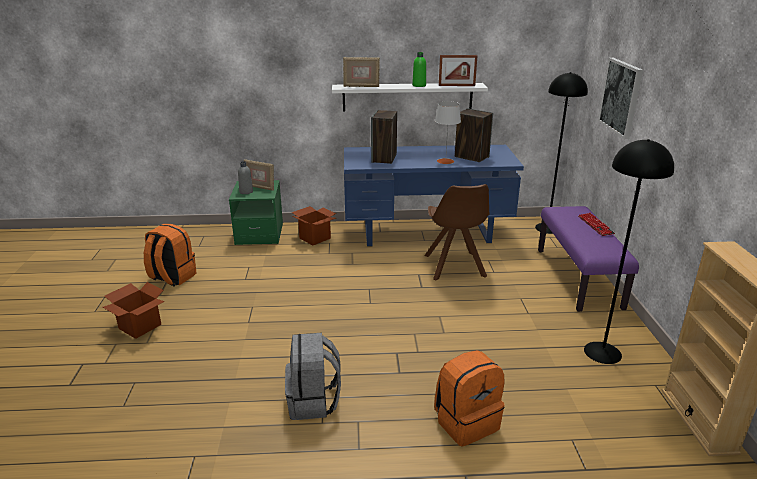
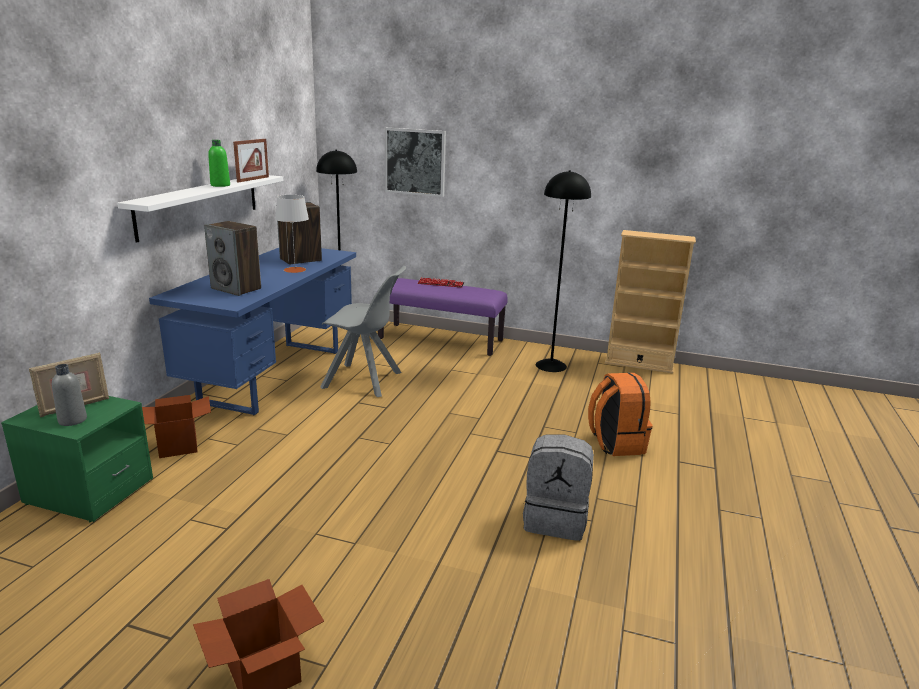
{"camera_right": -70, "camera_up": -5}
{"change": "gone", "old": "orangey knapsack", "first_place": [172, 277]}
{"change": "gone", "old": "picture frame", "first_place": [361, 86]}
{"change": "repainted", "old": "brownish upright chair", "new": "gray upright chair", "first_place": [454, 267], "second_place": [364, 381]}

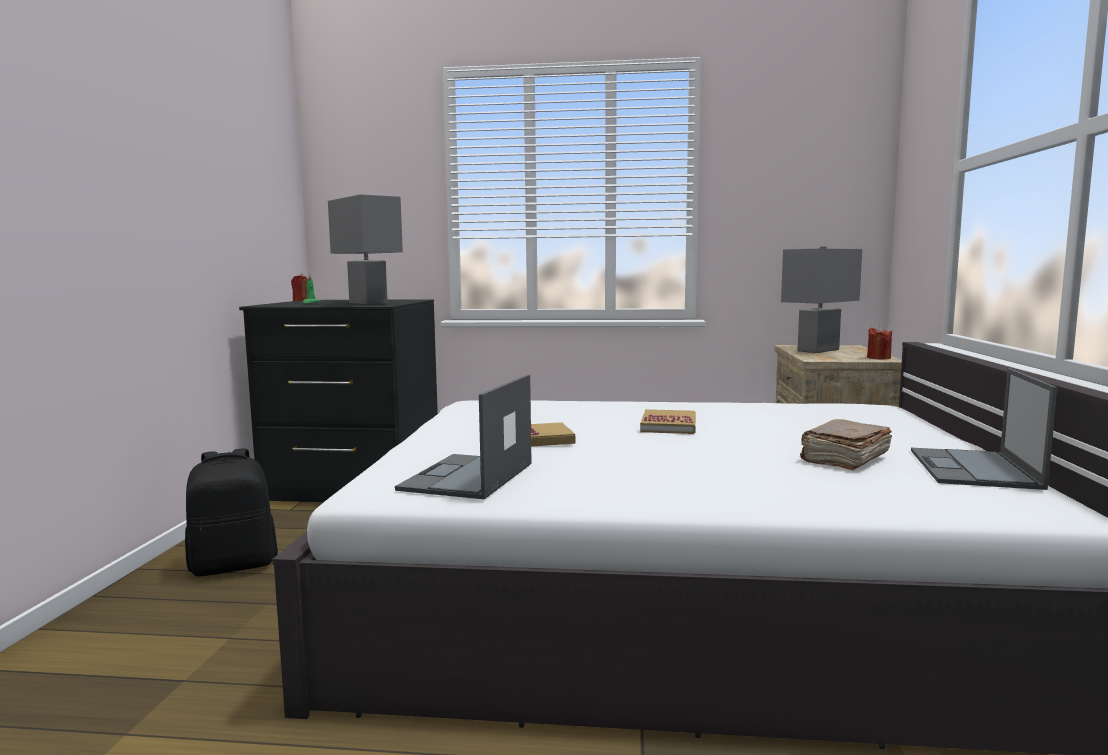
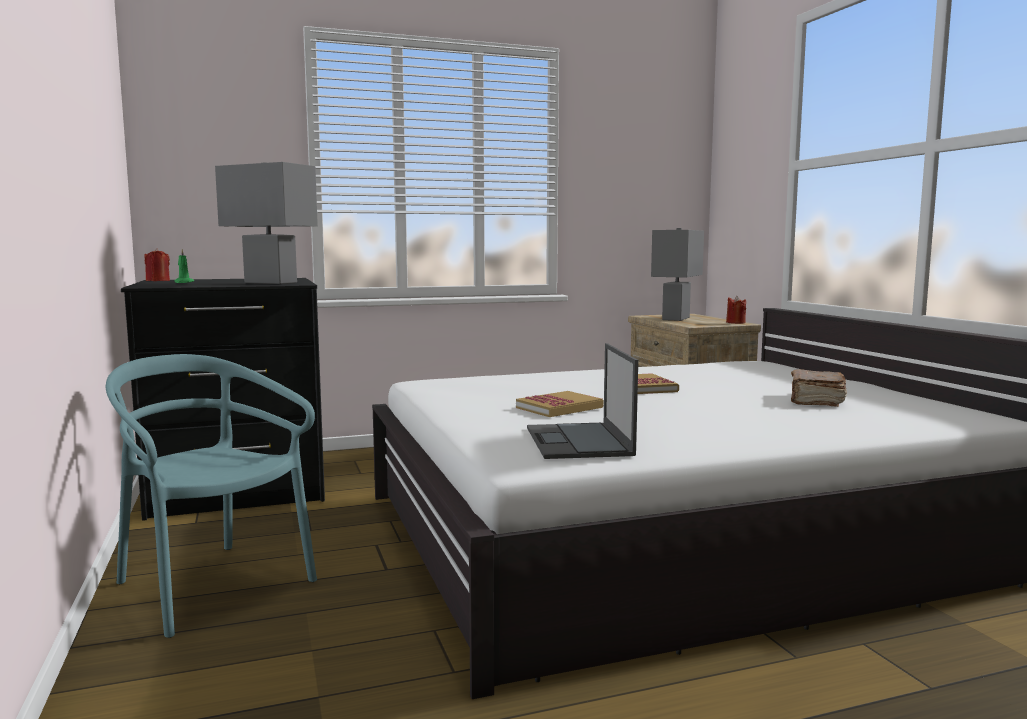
{"camera_right": -25, "camera_up": 0}
{"change": "swapped", "old": "black-coloured knapsack", "new": "blue-green upright chair", "first_place": [234, 565], "second_place": [212, 585]}
{"change": "gone", "old": "portable computer", "first_place": [974, 469]}

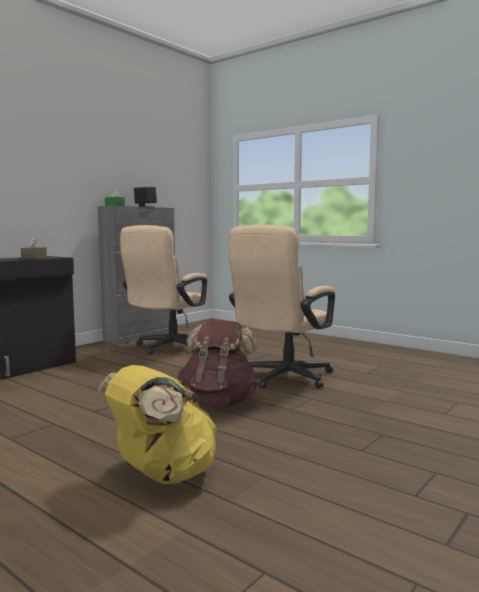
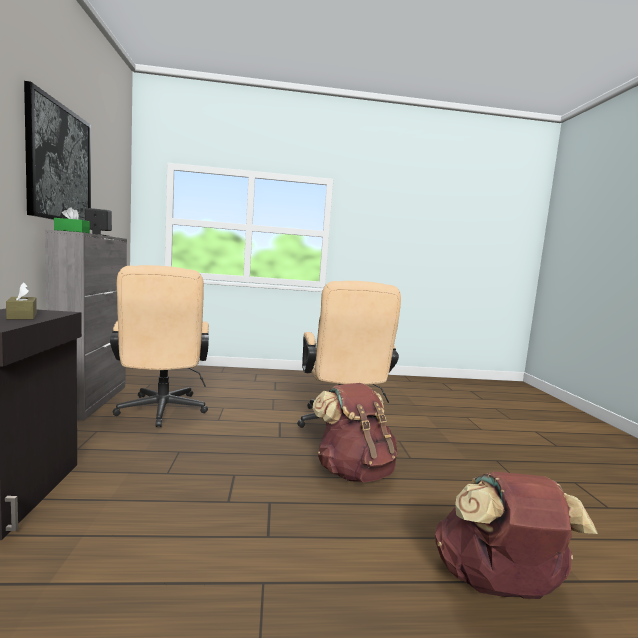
{"camera_right": -45, "camera_up": 0}
{"change": "repainted", "old": "yellow knapsack", "new": "brownish knapsack", "first_place": [162, 475], "second_place": [498, 586]}
{"change": "new", "new": "picture", "second_place": [59, 164]}

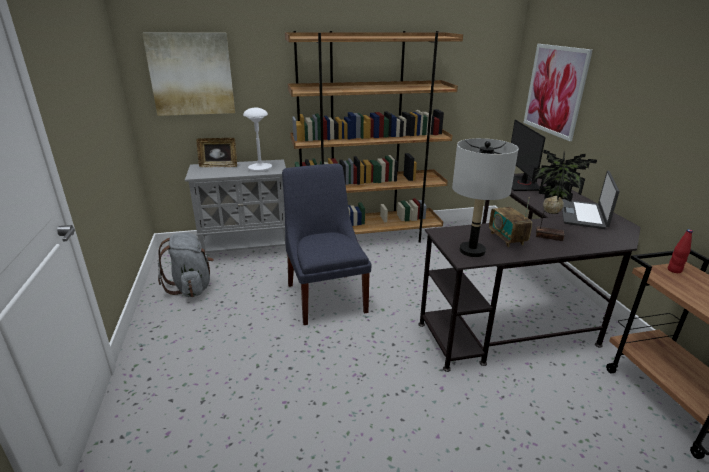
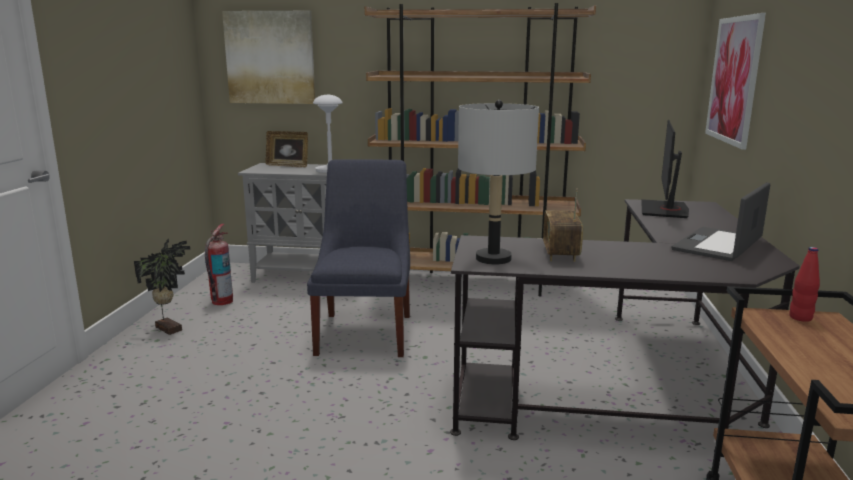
{"camera_right": 20, "camera_up": -10}
{"change": "swapped", "old": "gray knapsack", "new": "extinguisher", "first_place": [191, 287], "second_place": [221, 301]}
{"change": "shifted", "old": "houseplant", "first_place": [548, 235], "second_place": [170, 328]}

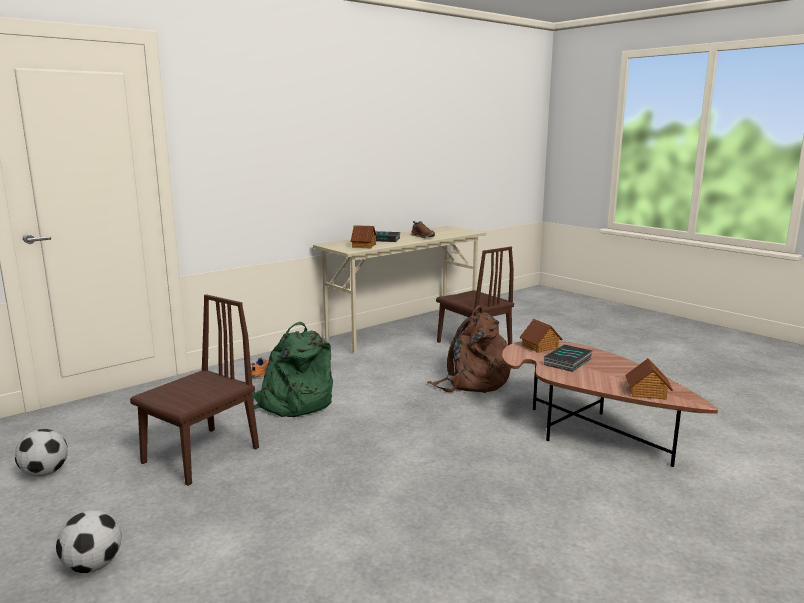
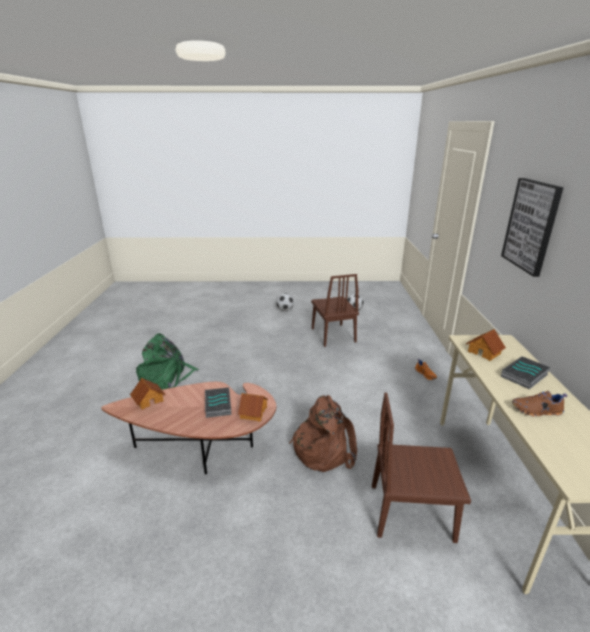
{"camera_right": 130, "camera_up": 10}
{"change": "shifted", "old": "green-coloured knapsack", "first_place": [293, 403], "second_place": [167, 379]}
{"change": "new", "new": "picture", "second_place": [531, 225]}

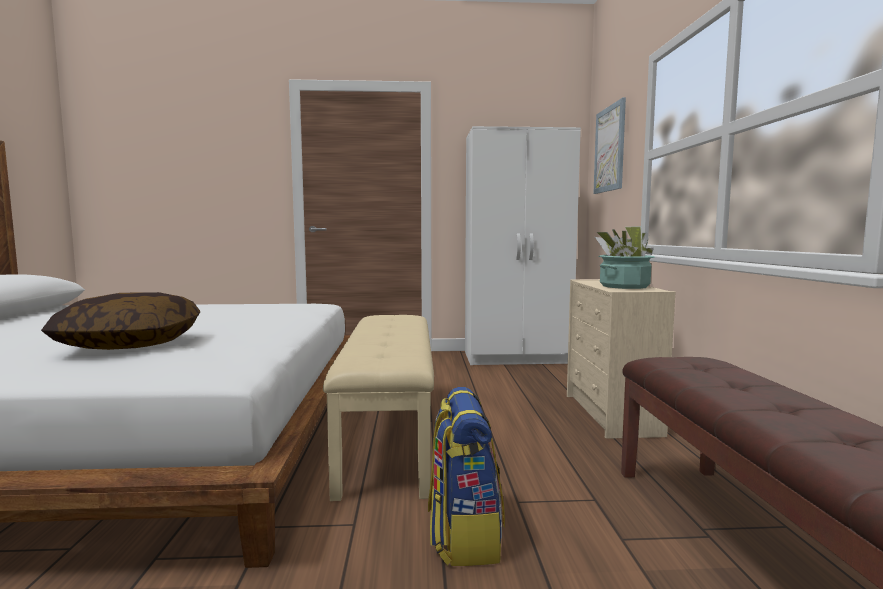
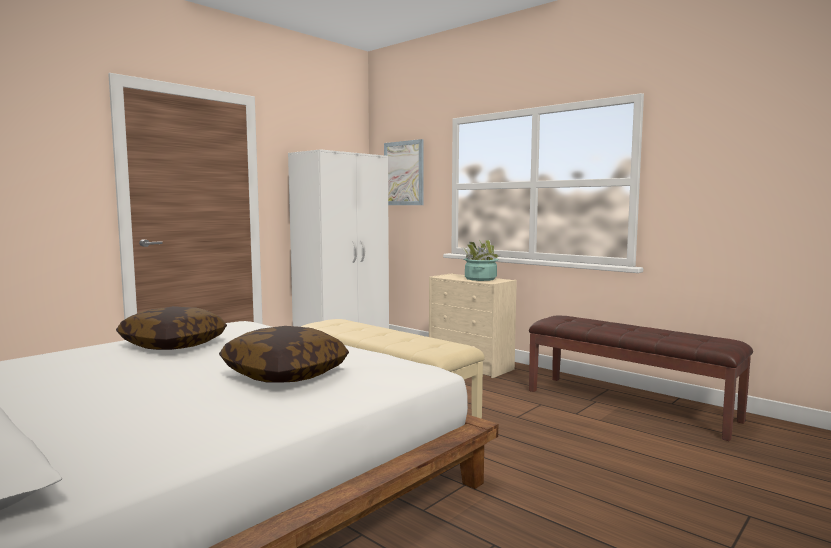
{"camera_right": -45, "camera_up": 0}
{"change": "gone", "old": "knapsack", "first_place": [463, 535]}
{"change": "new", "new": "pillow", "second_place": [173, 345]}

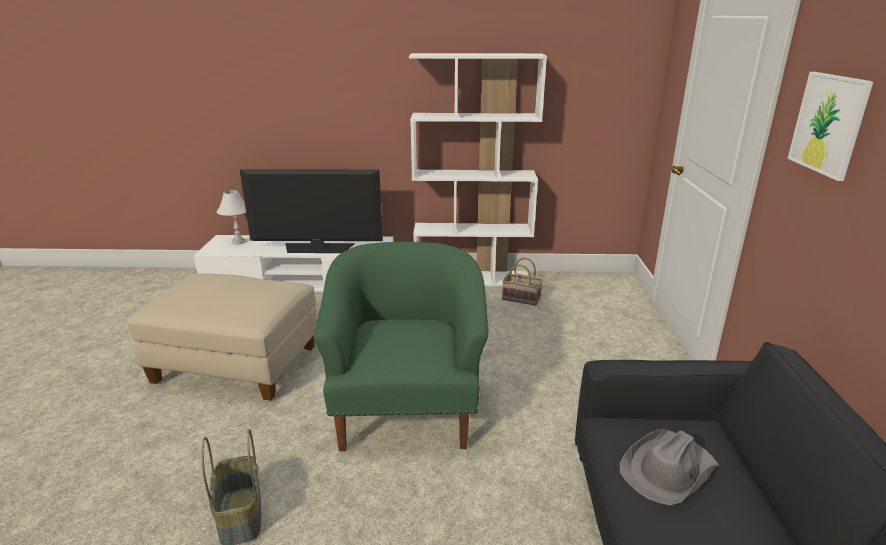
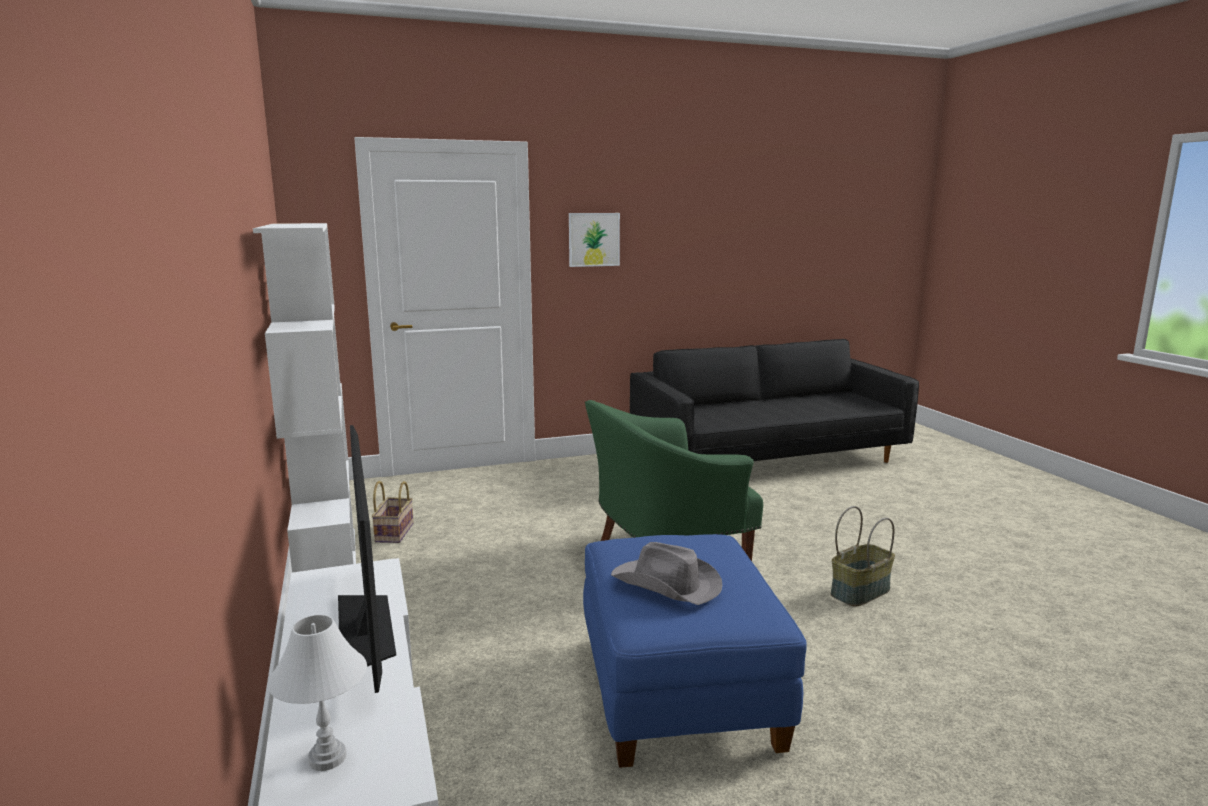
{"camera_right": -110, "camera_up": -10}
{"change": "repainted", "old": "sand-coloured pouffe", "new": "blue pouffe", "first_place": [237, 365], "second_place": [677, 691]}
{"change": "shifted", "old": "gray hat", "first_place": [668, 470], "second_place": [667, 584]}

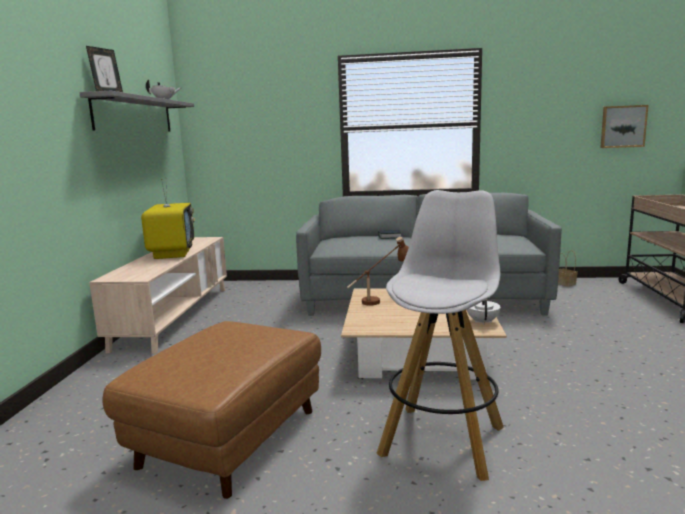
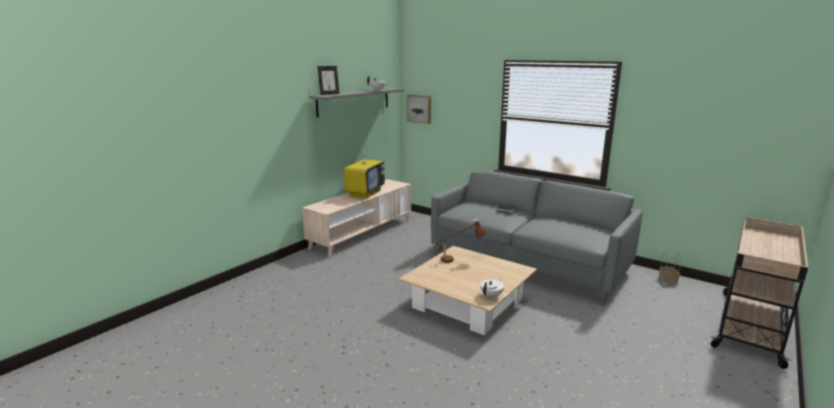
{"camera_right": 30, "camera_up": 5}
{"change": "gone", "old": "brownish pouffe", "first_place": [229, 437]}
{"change": "gone", "old": "white-coloured sitting stool", "first_place": [443, 439]}
{"change": "shifted", "old": "picture", "first_place": [622, 126], "second_place": [419, 109]}

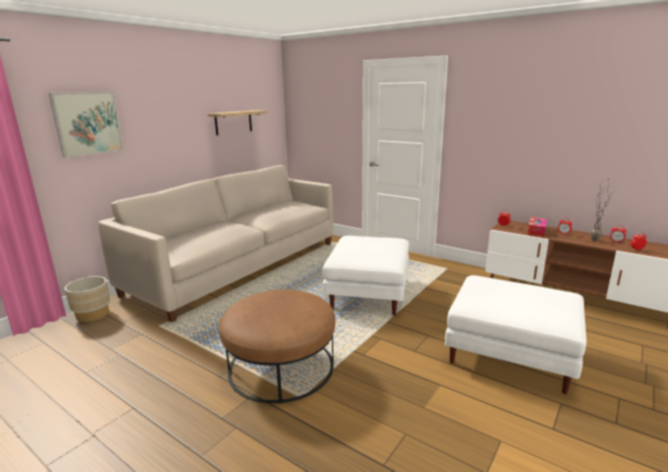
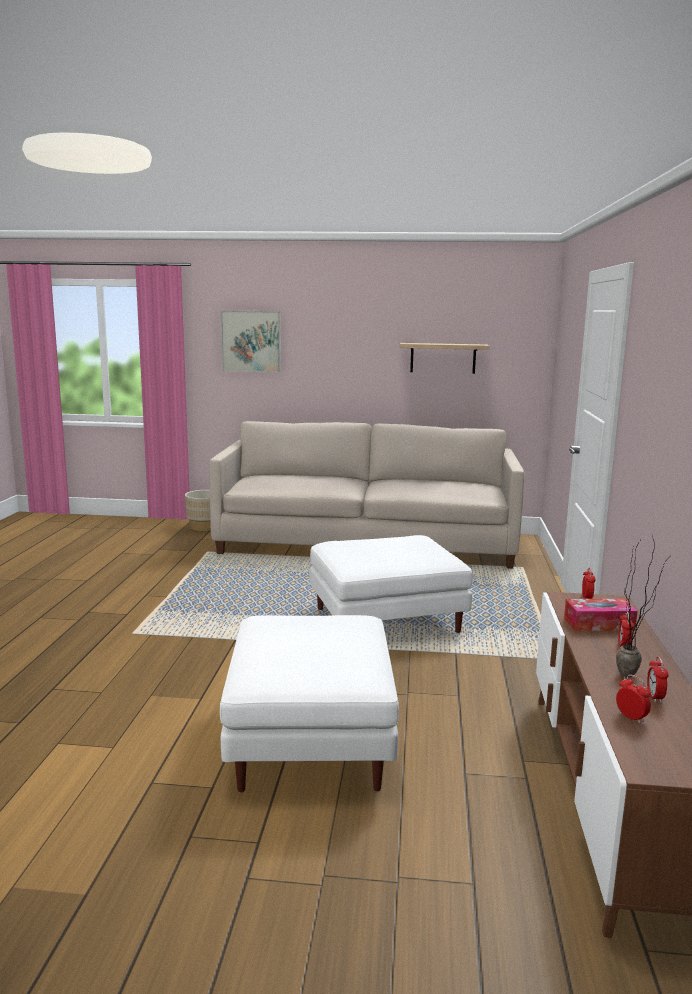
{"camera_right": 60, "camera_up": -5}
{"change": "gone", "old": "brownish pouffe", "first_place": [281, 366]}

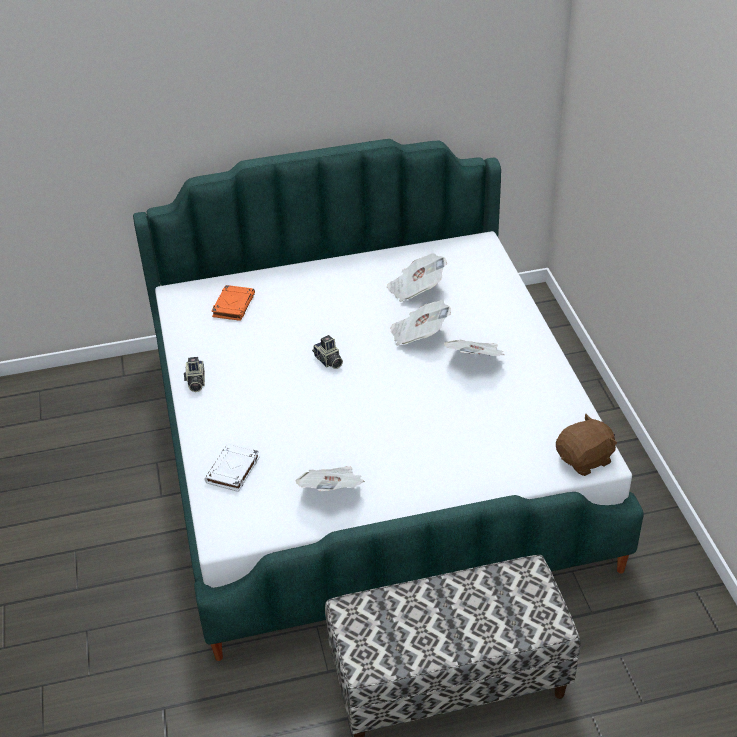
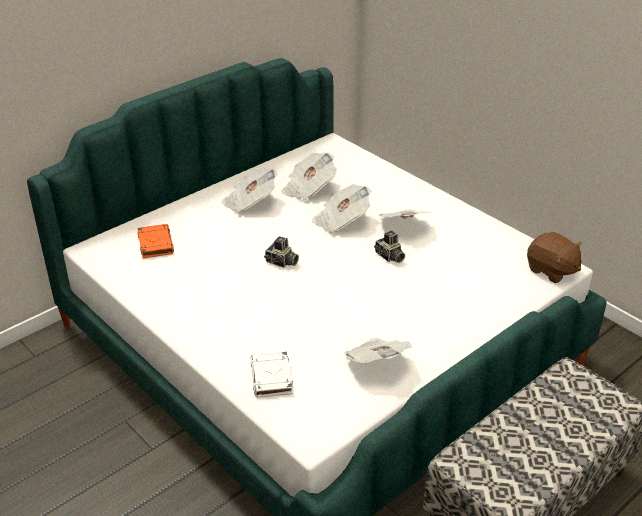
{"camera_right": -30, "camera_up": -5}
{"change": "shifted", "old": "photo camera", "first_place": [195, 382], "second_place": [389, 257]}
{"change": "rotated", "old": "brownish soft toy", "first_place": [585, 460], "second_place": [551, 270], "degrees": 105}
{"change": "new", "new": "newspaper", "second_place": [249, 202]}

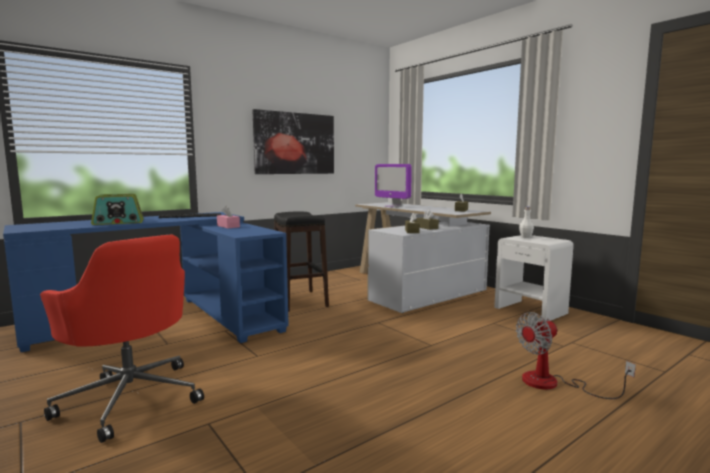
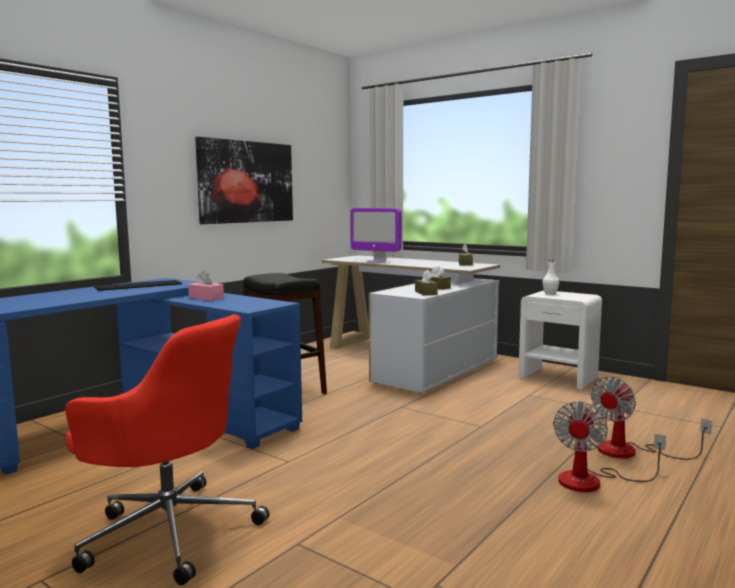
{"camera_right": -15, "camera_up": 0}
{"change": "gone", "old": "radio", "first_place": [118, 222]}
{"change": "new", "new": "fan", "second_place": [593, 481]}

